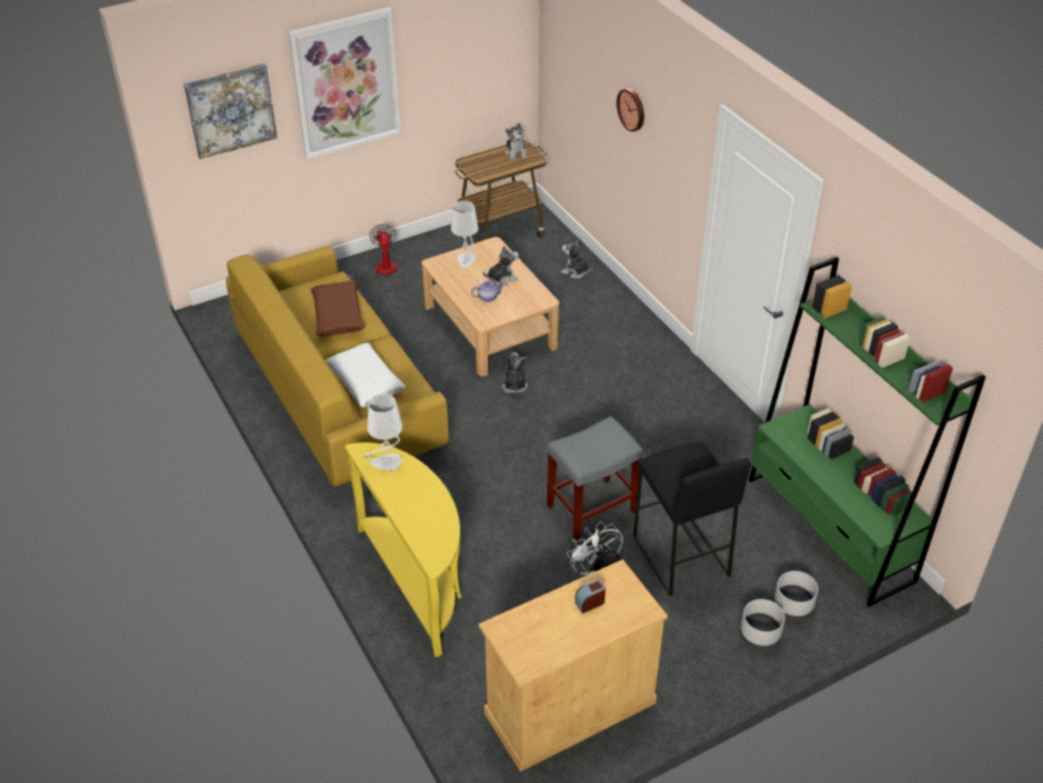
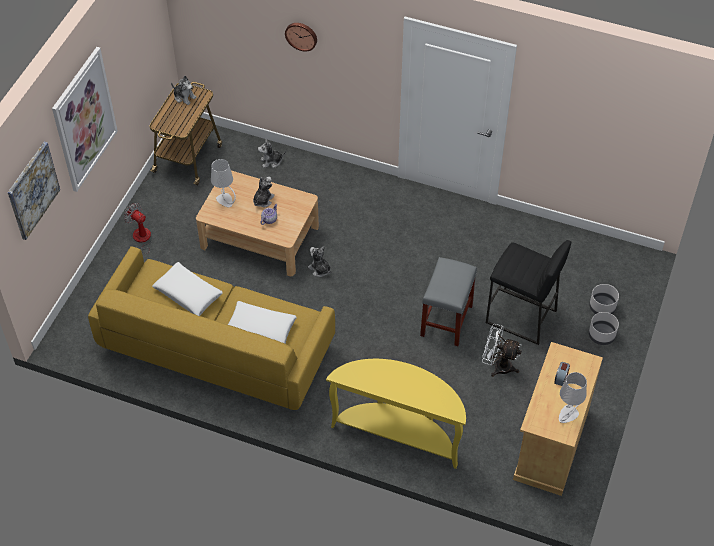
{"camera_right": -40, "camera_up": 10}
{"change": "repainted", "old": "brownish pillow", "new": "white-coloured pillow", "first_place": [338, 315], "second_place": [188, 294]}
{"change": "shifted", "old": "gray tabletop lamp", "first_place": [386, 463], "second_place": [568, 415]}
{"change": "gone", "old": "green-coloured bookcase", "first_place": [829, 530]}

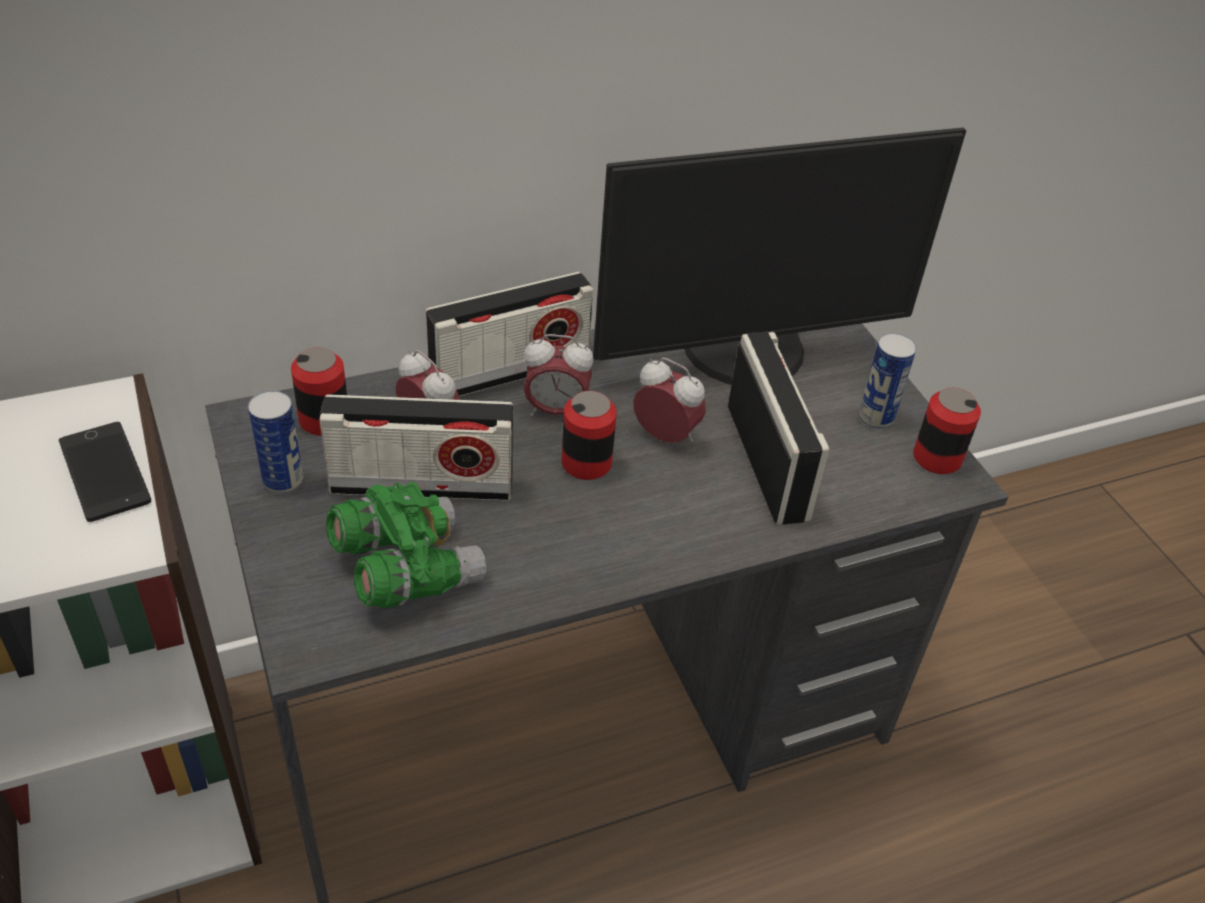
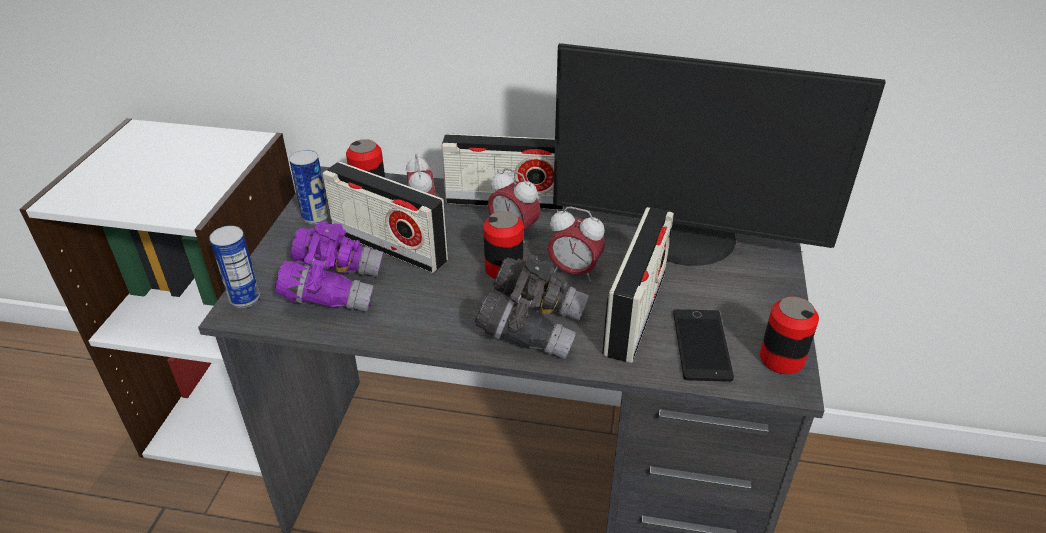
{"camera_right": 35, "camera_up": -5}
{"change": "shifted", "old": "handset", "first_place": [105, 472], "second_place": [701, 345]}
{"change": "repainted", "old": "green-coloured field glasses", "new": "purple field glasses", "first_place": [405, 569], "second_place": [334, 288]}
{"change": "rotated", "old": "alarm clock", "first_place": [665, 436], "second_place": [574, 272], "degrees": 135}
{"change": "shifted", "old": "metal can", "first_place": [876, 418], "second_place": [245, 299]}
{"change": "new", "new": "gray field glasses", "second_place": [532, 326]}

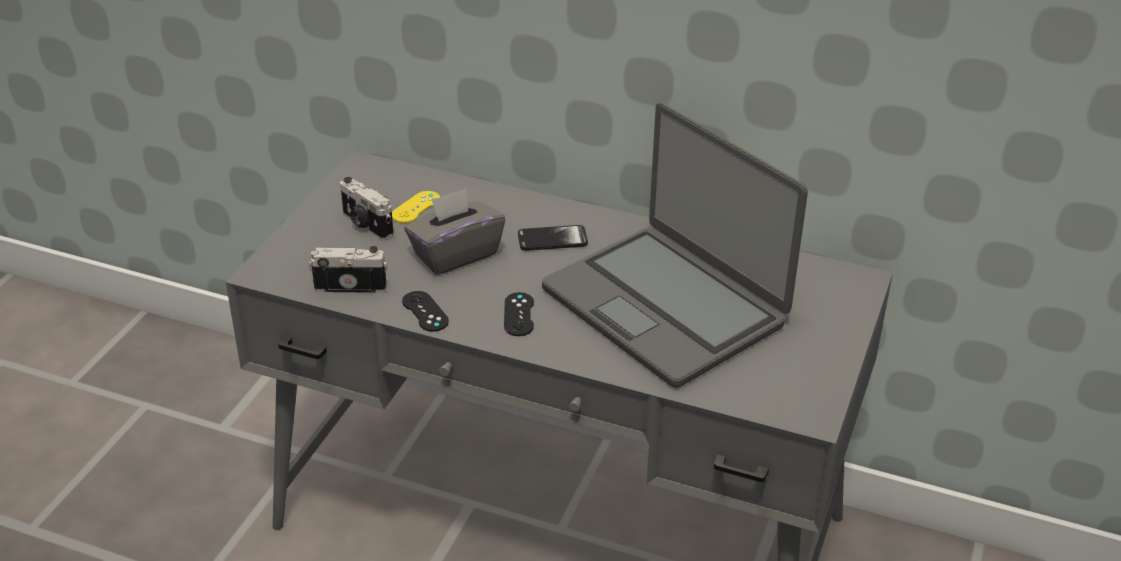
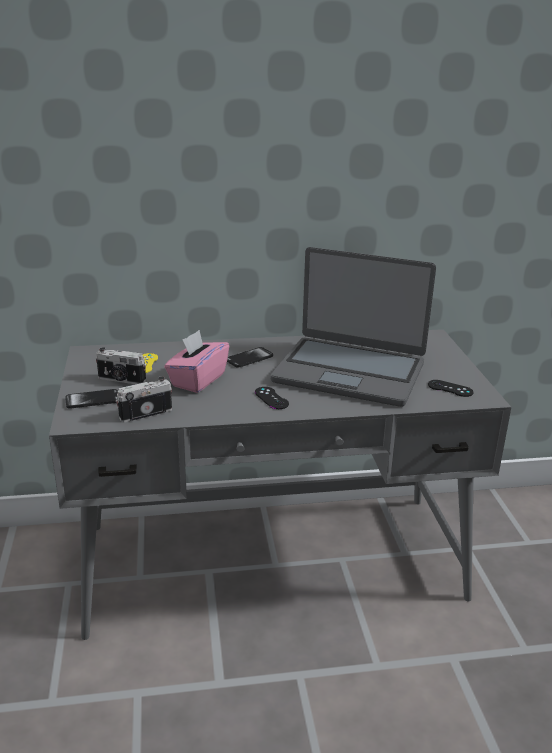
{"camera_right": -30, "camera_up": -10}
{"change": "shifted", "old": "black-coloured gamepad", "first_place": [425, 311], "second_place": [450, 388]}
{"change": "repainted", "old": "gray tissue box", "new": "pink tissue box", "first_place": [455, 254], "second_place": [197, 380]}
{"change": "new", "new": "handset", "second_place": [92, 400]}

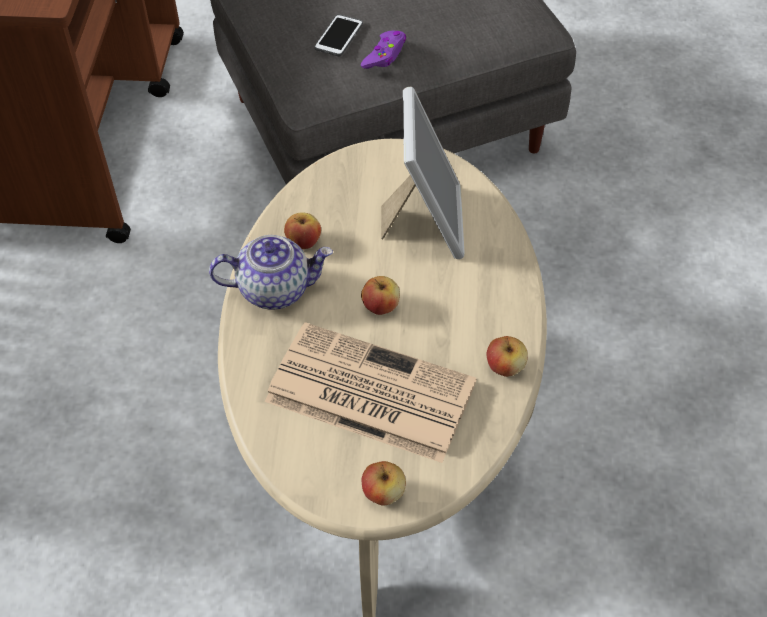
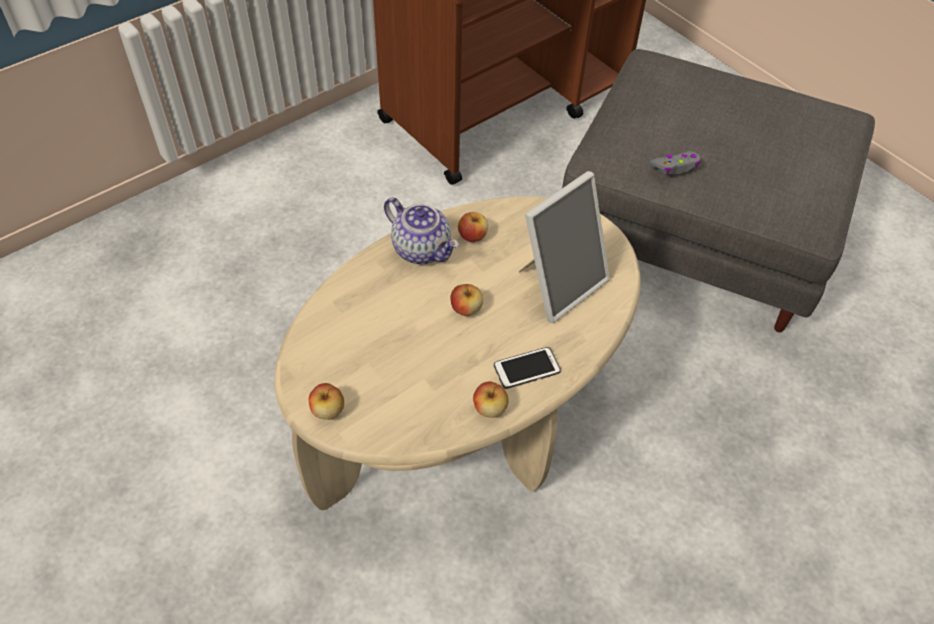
{"camera_right": 45, "camera_up": 0}
{"change": "gone", "old": "newspaper", "first_place": [367, 392]}
{"change": "shifted", "old": "handset", "first_place": [339, 36], "second_place": [527, 368]}
{"change": "repainted", "old": "purple gamepad", "new": "gray gamepad", "first_place": [385, 55], "second_place": [675, 167]}

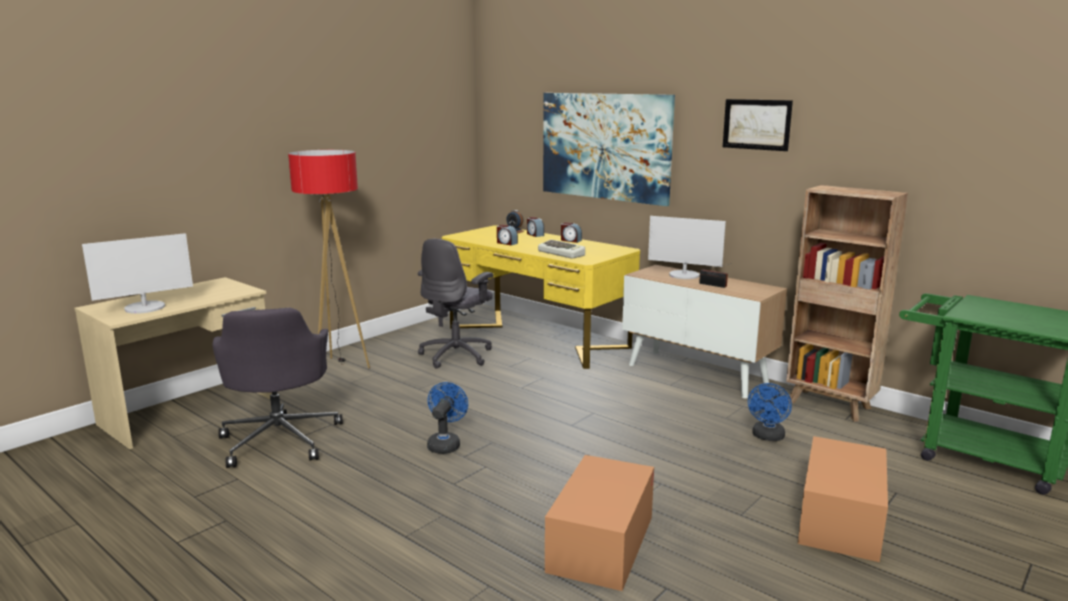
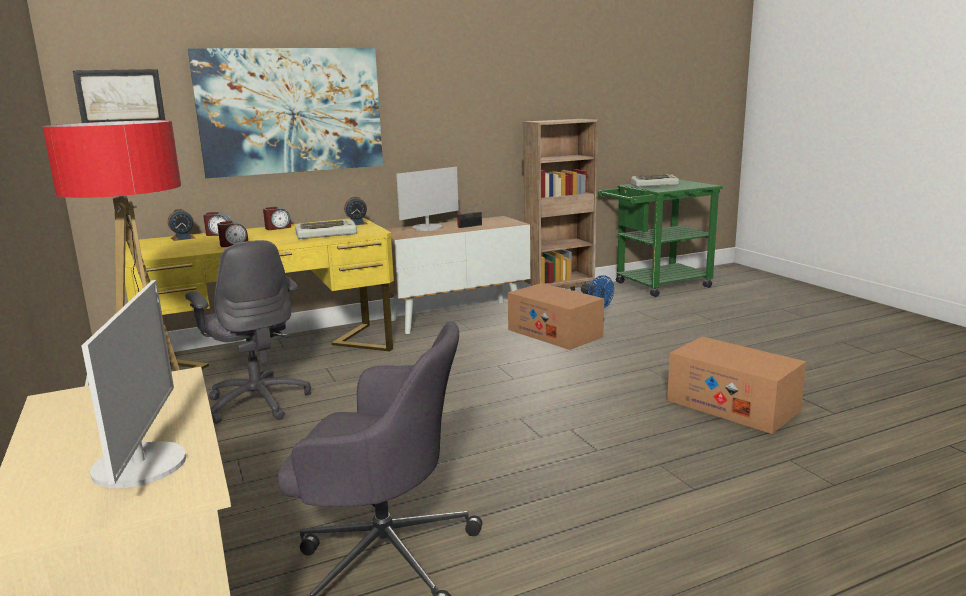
{"camera_right": -65, "camera_up": 0}
{"change": "gone", "old": "blue fan", "first_place": [445, 444]}
{"change": "shifted", "old": "picture", "first_place": [756, 124], "second_place": [120, 97]}
{"change": "shifted", "old": "cardboard box", "first_place": [840, 519], "second_place": [554, 333]}
{"change": "new", "new": "alarm clock", "second_place": [356, 223]}
{"change": "new", "new": "keyboard", "second_place": [654, 185]}

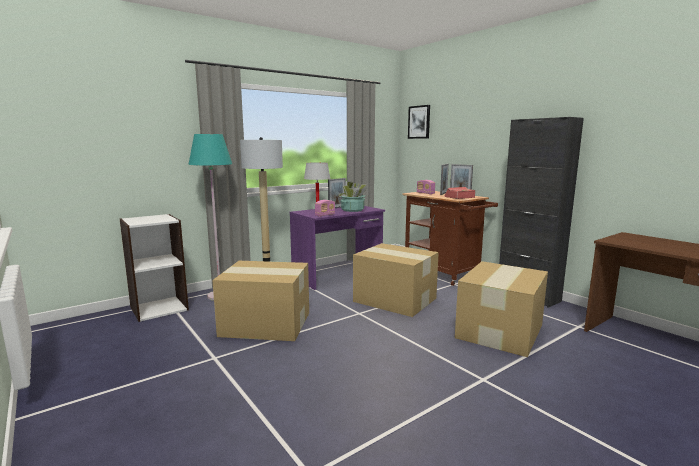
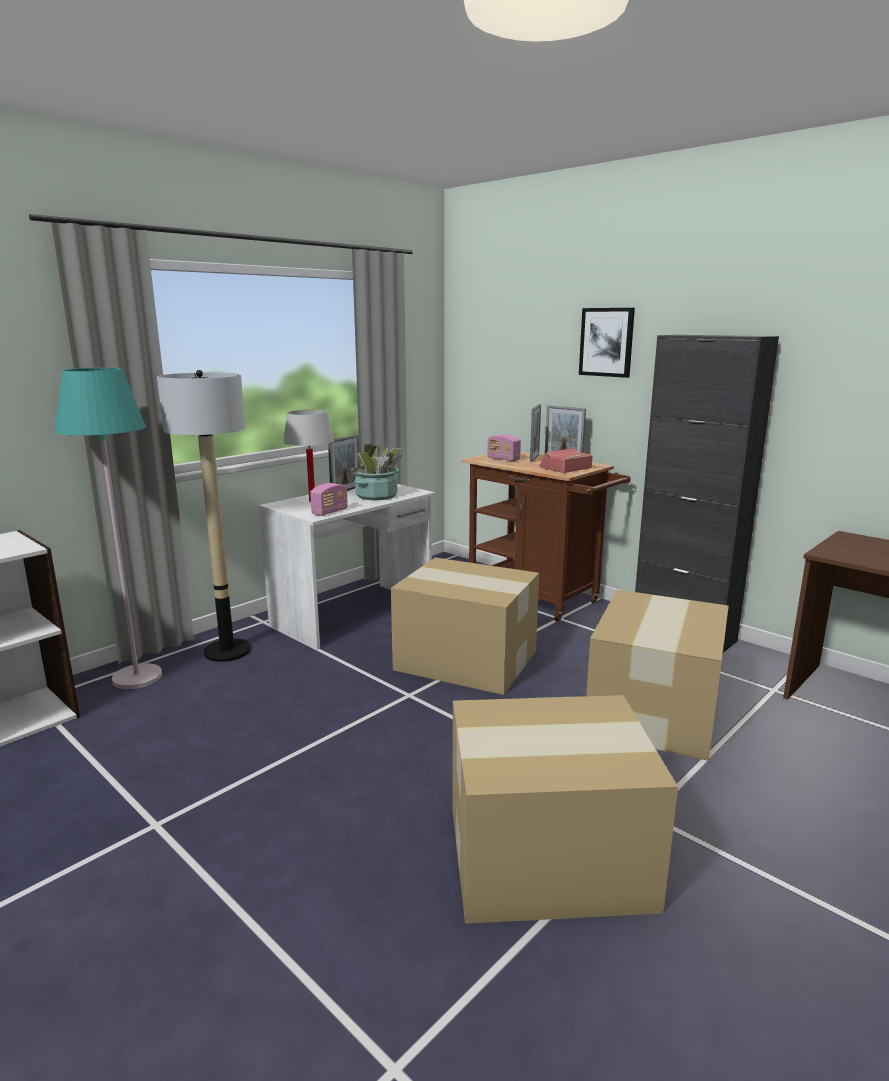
{"camera_right": -10, "camera_up": 5}
{"change": "shifted", "old": "cardboard box", "first_place": [265, 324], "second_place": [544, 855]}
{"change": "repainted", "old": "purple desk unit", "new": "white-coloured desk unit", "first_place": [338, 275], "second_place": [355, 614]}
{"change": "shifted", "old": "picture", "first_place": [419, 122], "second_place": [606, 342]}

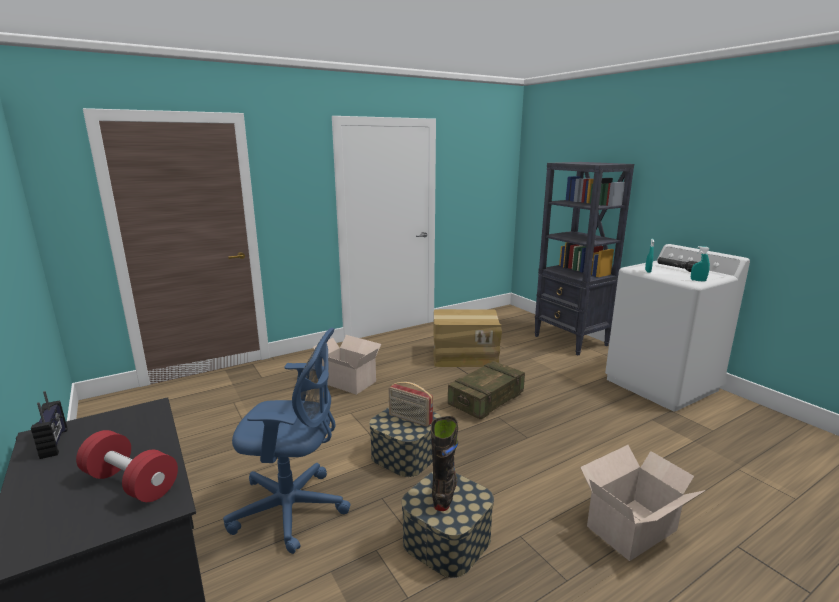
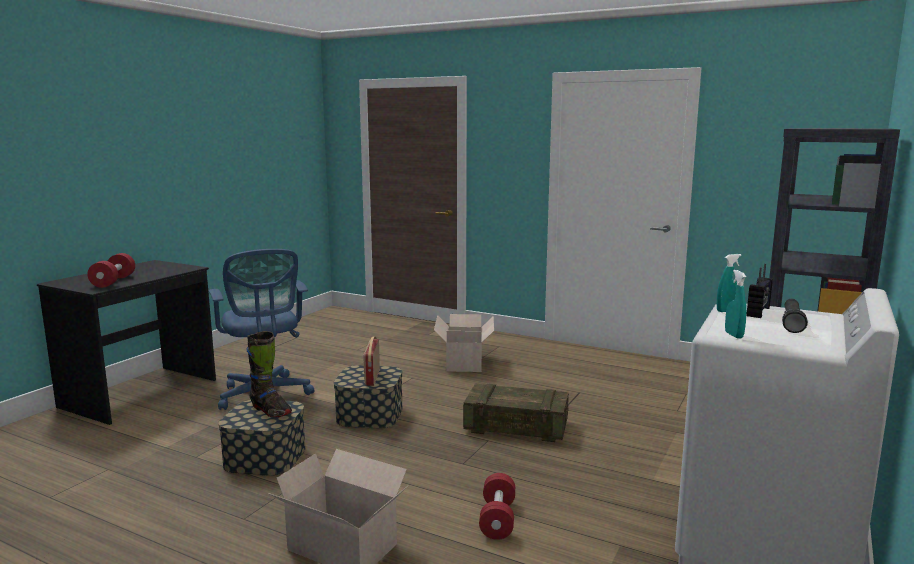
{"camera_right": 60, "camera_up": -5}
{"change": "shifted", "old": "radio", "first_place": [55, 443], "second_place": [759, 312]}
{"change": "rotated", "old": "black-coloured high-top boot", "first_place": [444, 492], "second_place": [270, 411], "degrees": 60}
{"change": "gone", "old": "cardboard box", "first_place": [465, 356]}
{"change": "new", "new": "reddish free weight", "second_place": [497, 519]}

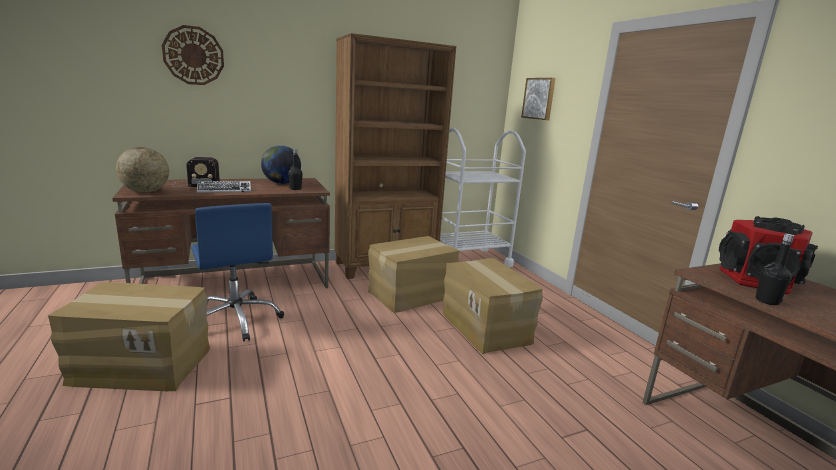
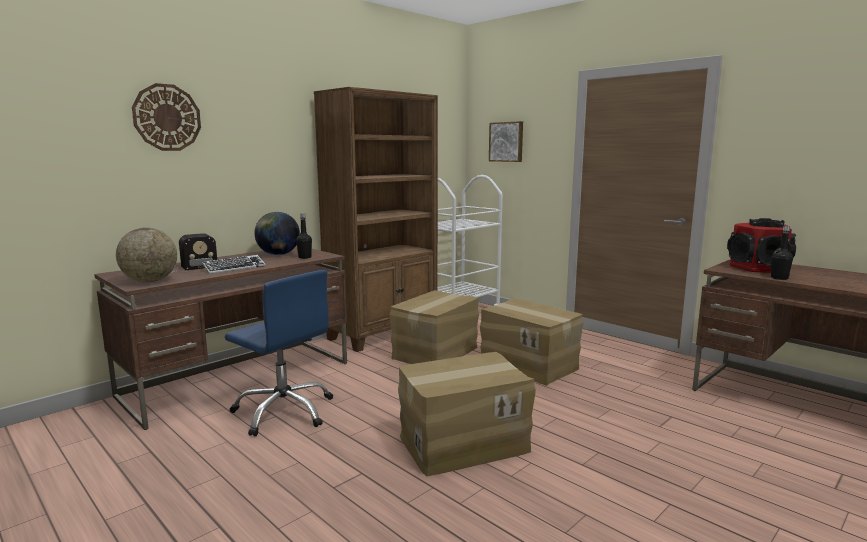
{"camera_right": -20, "camera_up": -5}
{"change": "shifted", "old": "cardboard box", "first_place": [143, 364], "second_place": [463, 443]}

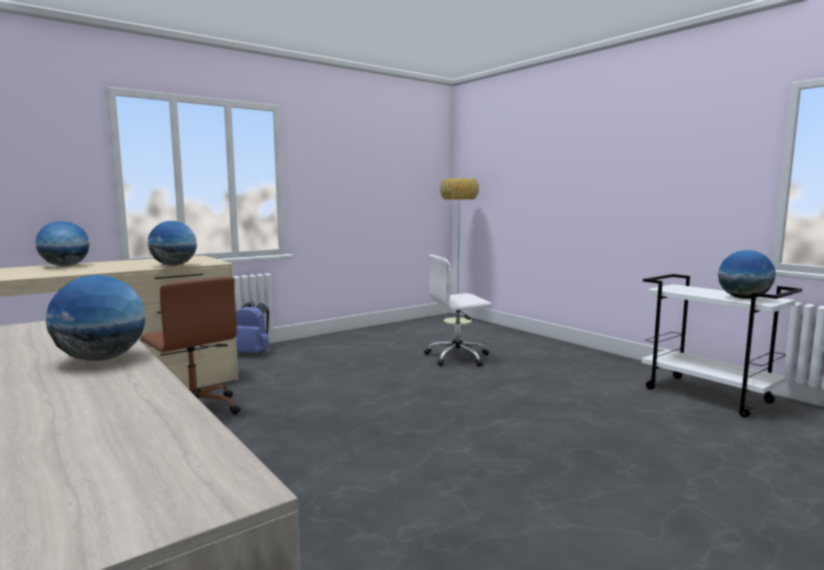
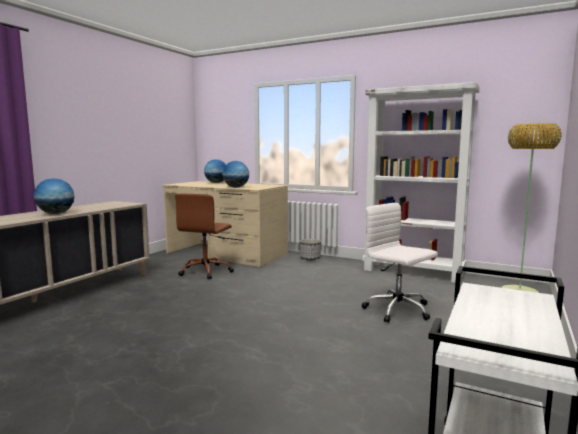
{"camera_right": 65, "camera_up": 0}
{"change": "swapped", "old": "blue knapsack", "new": "plant pot", "first_place": [252, 353], "second_place": [310, 258]}
{"change": "gone", "old": "globe", "first_place": [743, 298]}
{"change": "new", "new": "white-coloured bookcase", "second_place": [413, 272]}

